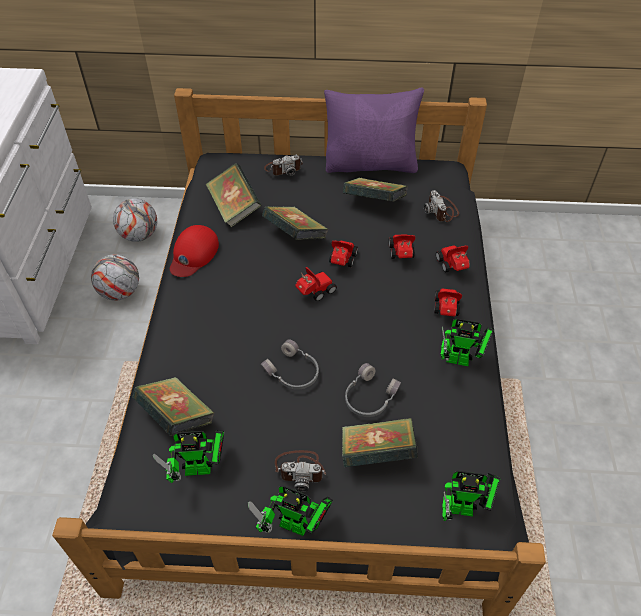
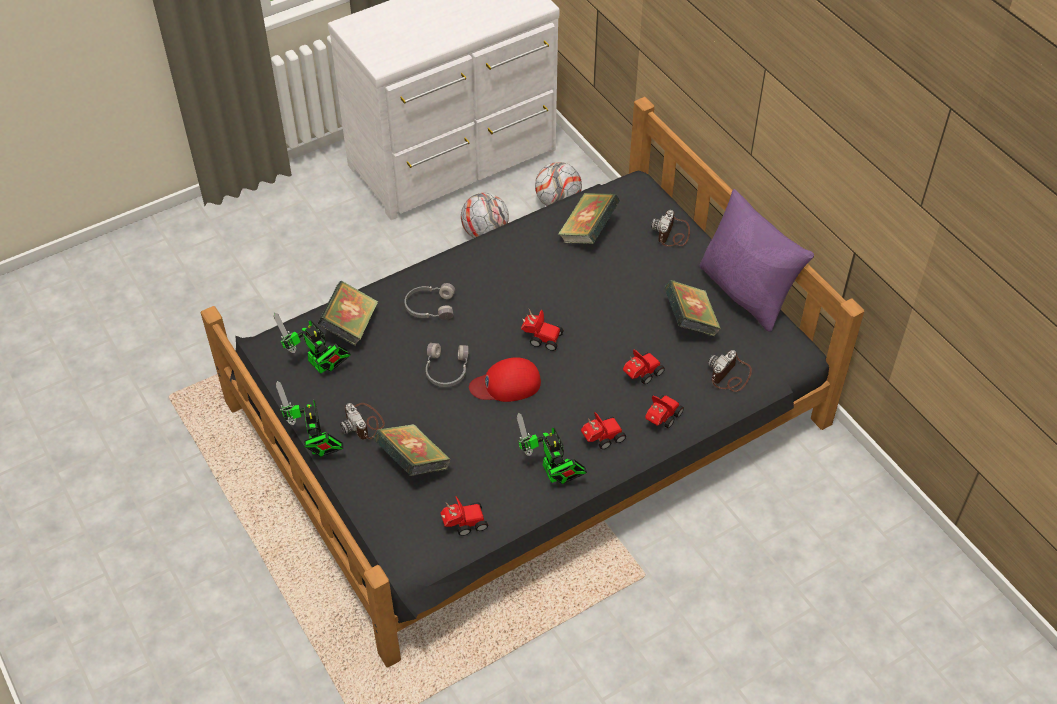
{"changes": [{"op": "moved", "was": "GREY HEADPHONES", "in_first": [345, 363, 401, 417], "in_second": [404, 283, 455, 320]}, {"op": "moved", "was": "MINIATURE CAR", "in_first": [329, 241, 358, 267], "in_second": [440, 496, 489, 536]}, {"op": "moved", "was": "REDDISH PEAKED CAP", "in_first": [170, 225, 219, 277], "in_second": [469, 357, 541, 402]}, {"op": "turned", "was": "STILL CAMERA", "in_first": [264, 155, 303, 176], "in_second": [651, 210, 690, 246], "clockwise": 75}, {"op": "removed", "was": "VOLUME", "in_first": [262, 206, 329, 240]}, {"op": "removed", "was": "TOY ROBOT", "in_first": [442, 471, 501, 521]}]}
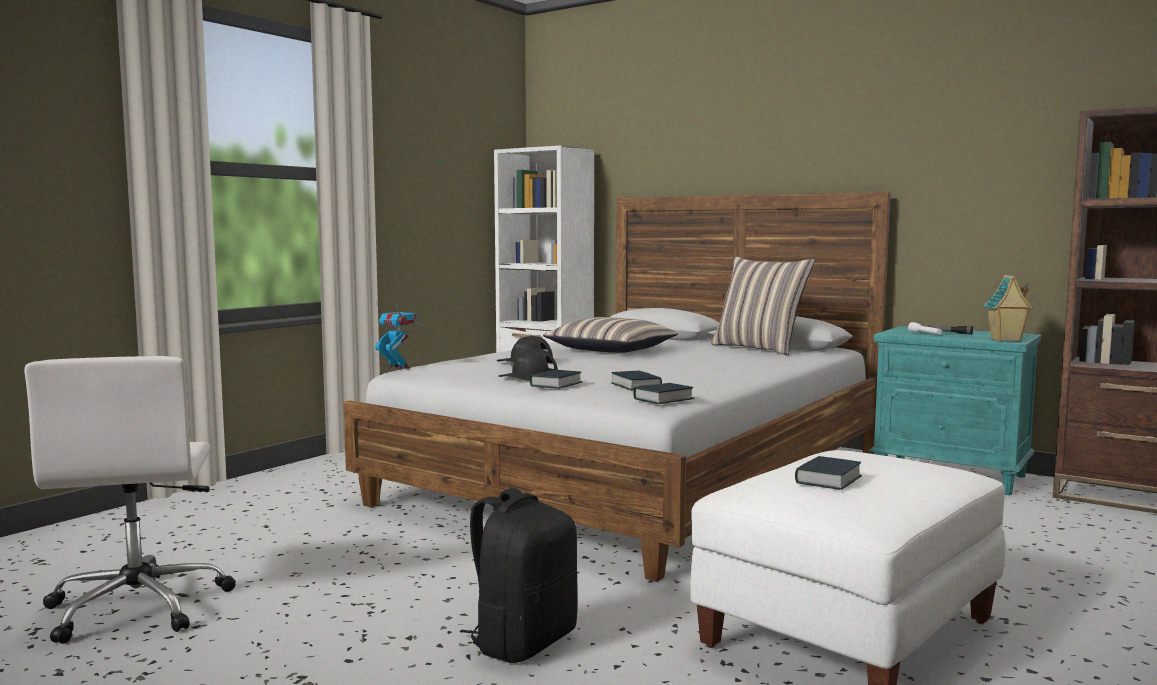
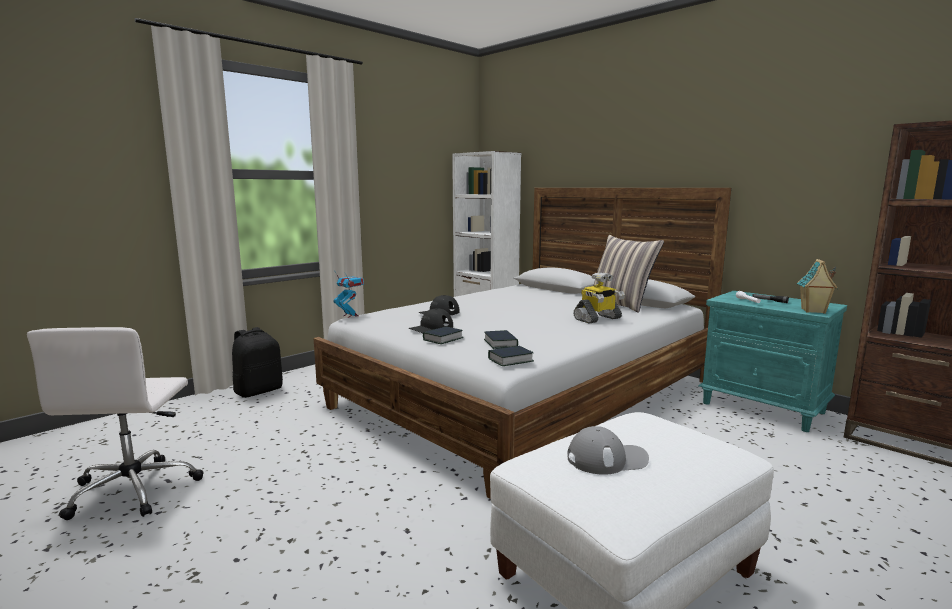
{"changes": [{"op": "moved", "was": "BLACKISH BACKPACK", "in_first": [460, 488, 578, 663], "in_second": [232, 327, 283, 398]}, {"op": "replaced", "was": "VOLUME", "now": "GREY PEAKED CAP", "in_first": [795, 456, 862, 490], "in_second": [567, 426, 649, 475]}, {"op": "added", "now": "TOY ROBOT", "in_second": [573, 272, 625, 323]}, {"op": "removed", "was": "THROW PILLOW", "in_first": [543, 317, 678, 353]}]}
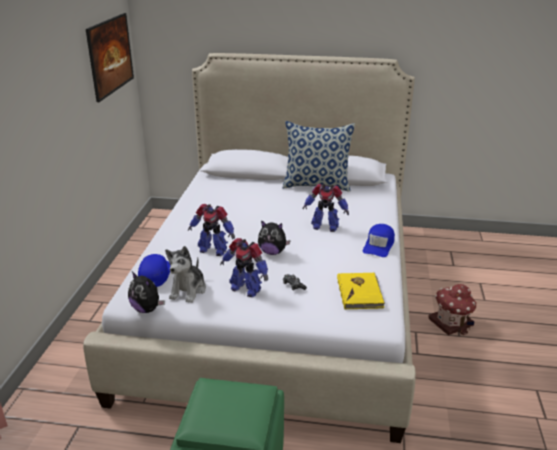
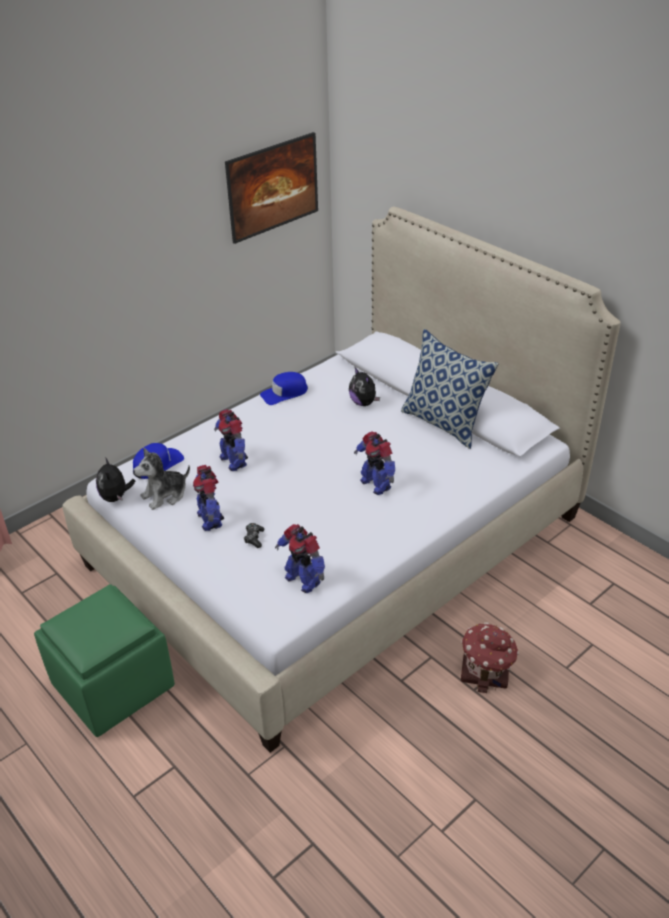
{"changes": [{"op": "moved", "was": "BLUE-COLOURED PEAKED CAP", "in_first": [363, 224, 395, 257], "in_second": [260, 372, 308, 405]}, {"op": "replaced", "was": "YELLOW VOLUME", "now": "TOY ROBOT", "in_first": [337, 272, 385, 309], "in_second": [275, 524, 325, 593]}, {"op": "moved", "was": "SOFT TOY", "in_first": [258, 220, 291, 255], "in_second": [349, 368, 380, 406]}]}
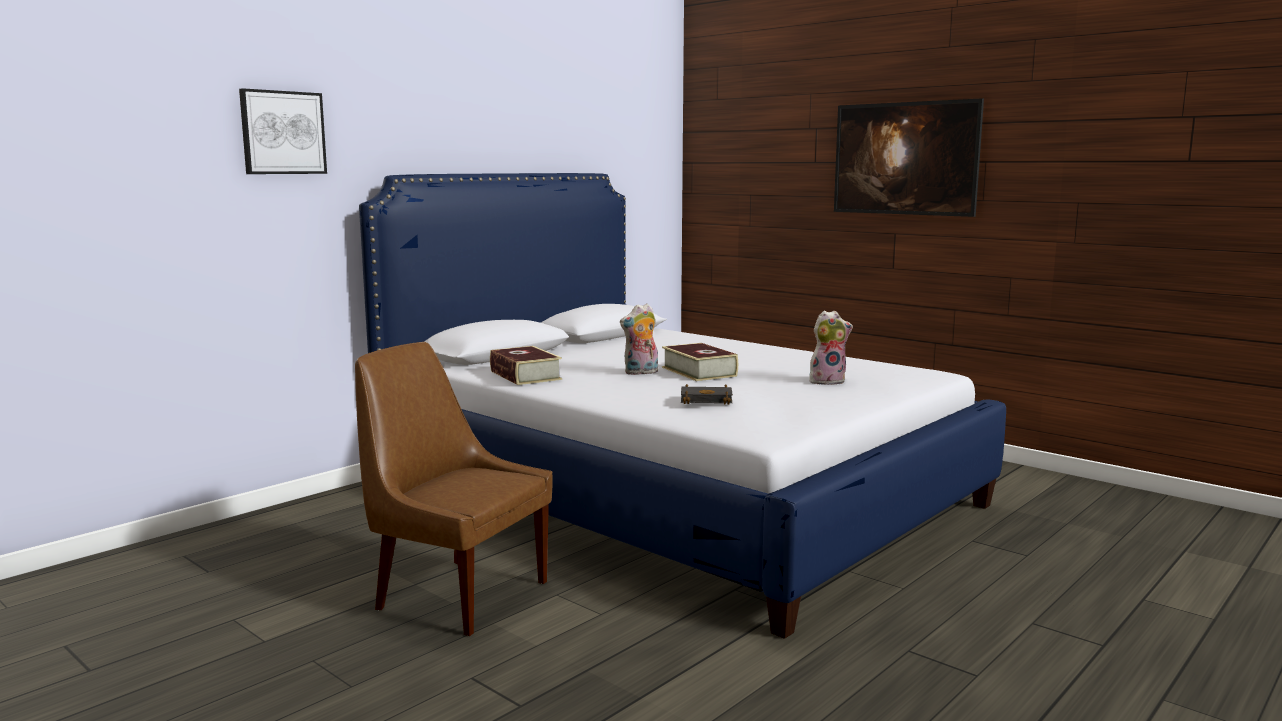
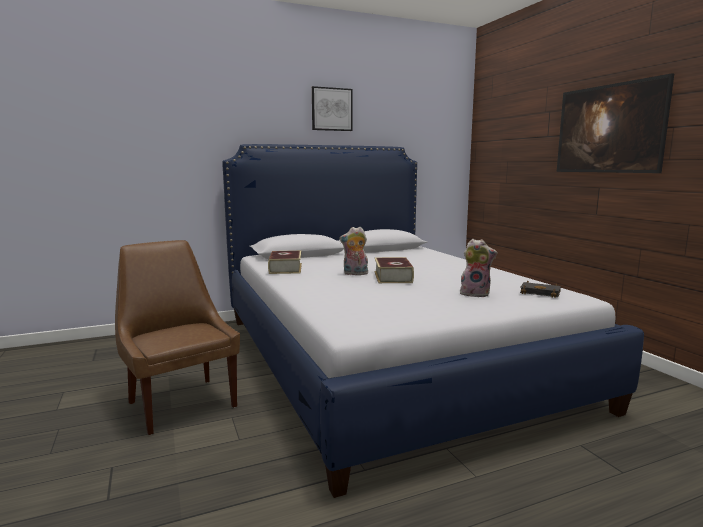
{"changes": [{"op": "moved", "was": "WALL PICTURE", "in_first": [239, 88, 327, 174], "in_second": [312, 86, 352, 131]}, {"op": "moved", "was": "BLACKISH VOLUME", "in_first": [681, 384, 733, 405], "in_second": [520, 281, 561, 298]}]}
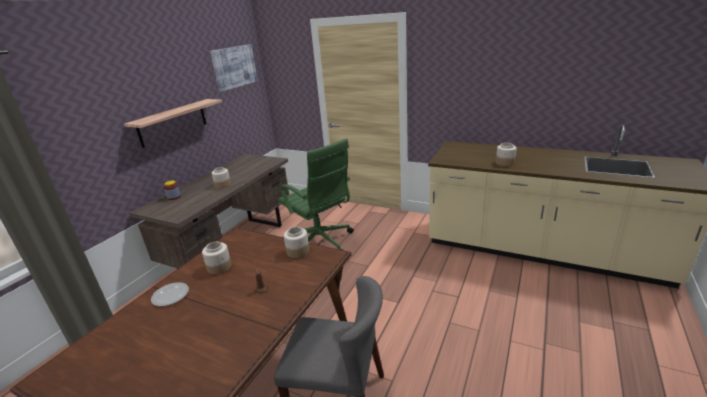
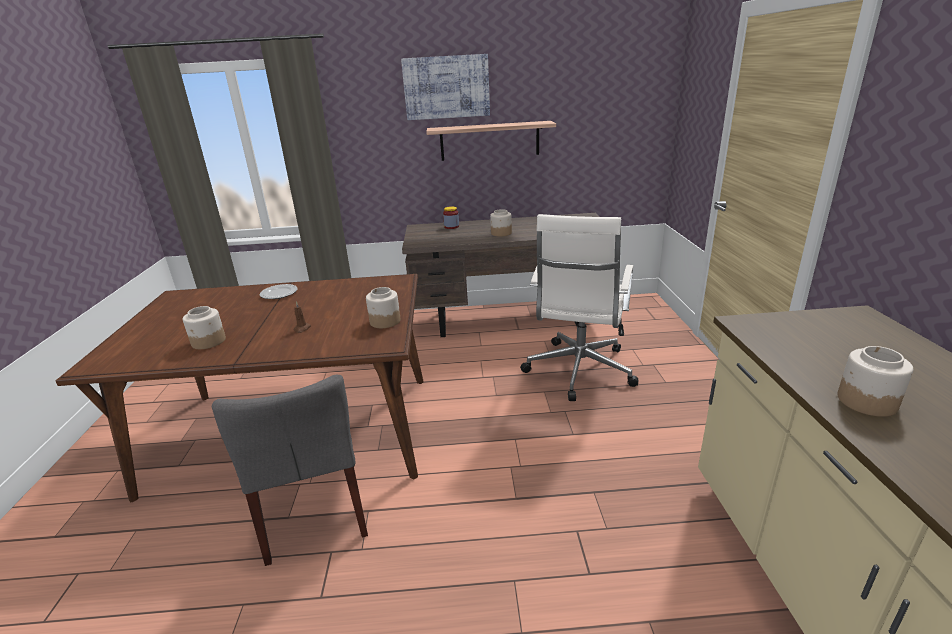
{"changes": [{"op": "moved", "was": "JAR", "in_first": [202, 242, 232, 275], "in_second": [183, 306, 226, 349]}, {"op": "moved", "was": "WALL PICTURE", "in_first": [210, 44, 257, 92], "in_second": [401, 54, 490, 120]}, {"op": "recoloured", "was": "GREEN-COLOURED DESK CHAIR", "now": "WHITE-COLOURED DESK CHAIR", "in_first": [278, 139, 354, 250], "in_second": [520, 214, 638, 401]}]}
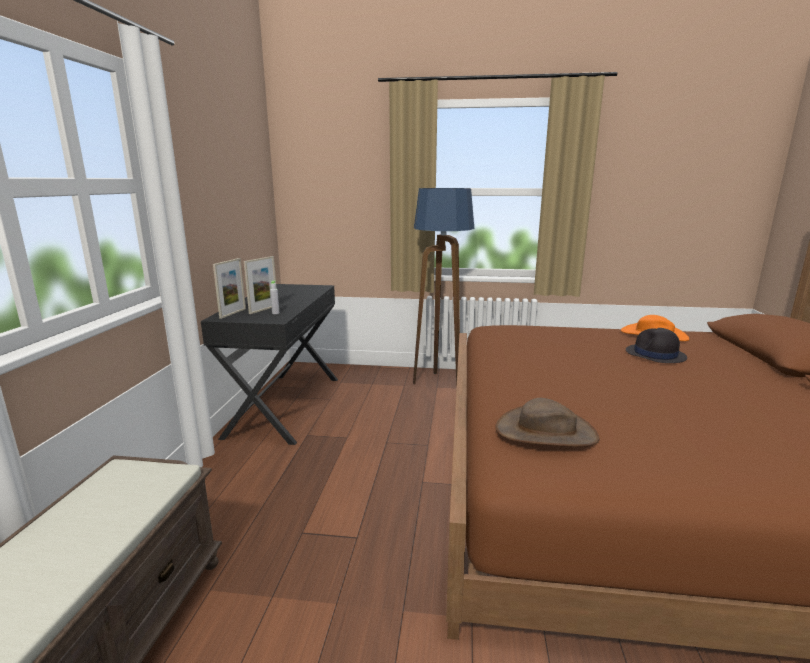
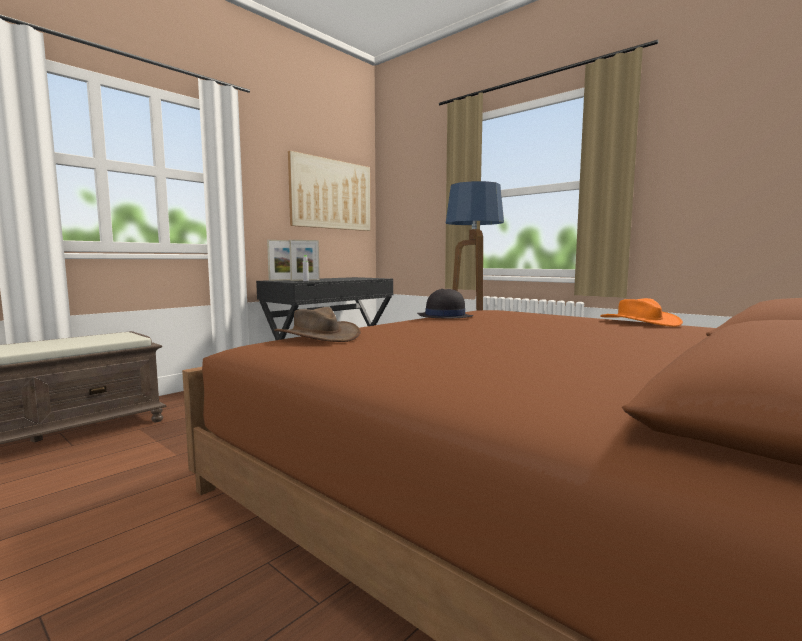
{"changes": [{"op": "added", "now": "WALL PICTURE", "in_second": [288, 151, 371, 231]}, {"op": "moved", "was": "BLACKISH WEARABLE HAT", "in_first": [626, 328, 687, 363], "in_second": [417, 289, 473, 318]}]}
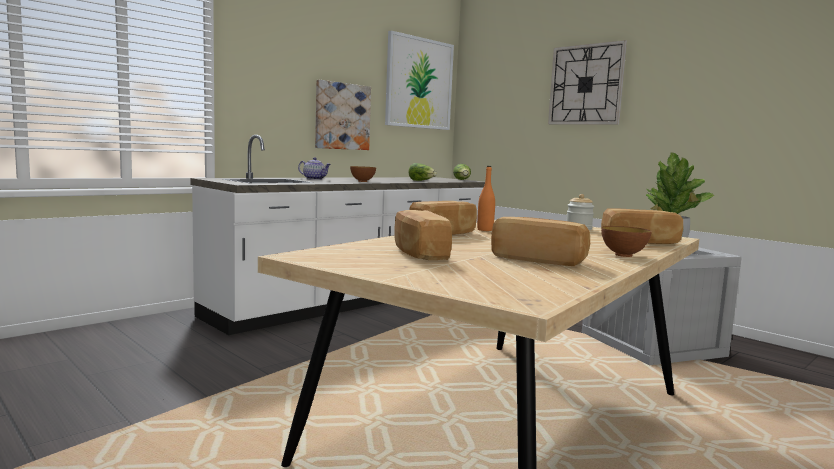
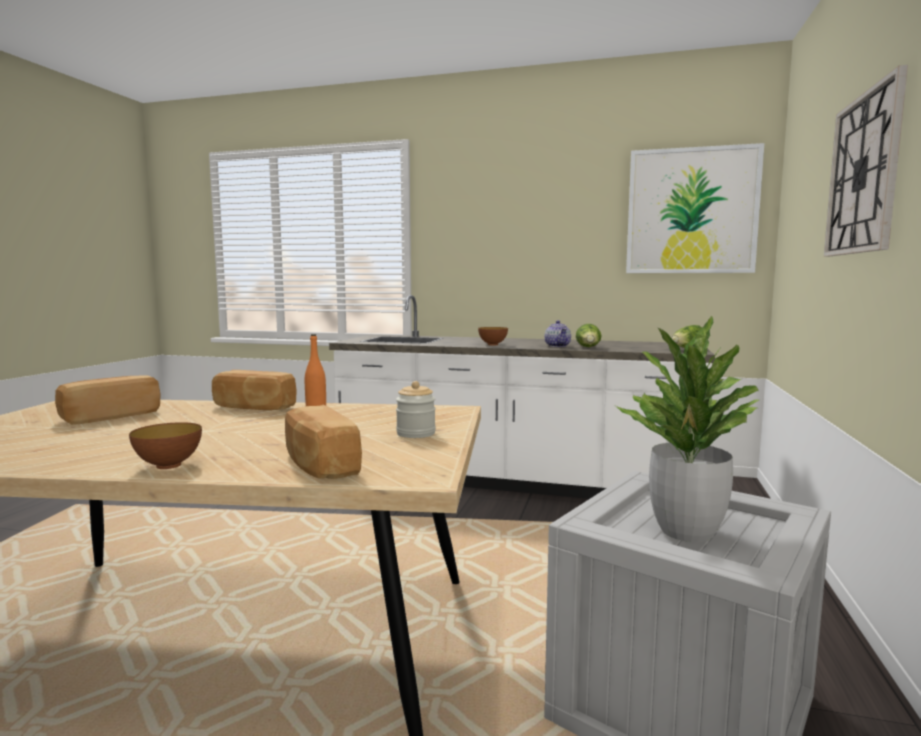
{"changes": [{"op": "moved", "was": "TEA POT", "in_first": [298, 157, 331, 180], "in_second": [545, 320, 571, 347]}, {"op": "removed", "was": "WALL PICTURE", "in_first": [315, 80, 371, 150]}, {"op": "removed", "was": "BAKERY BREAD", "in_first": [491, 217, 590, 266]}]}
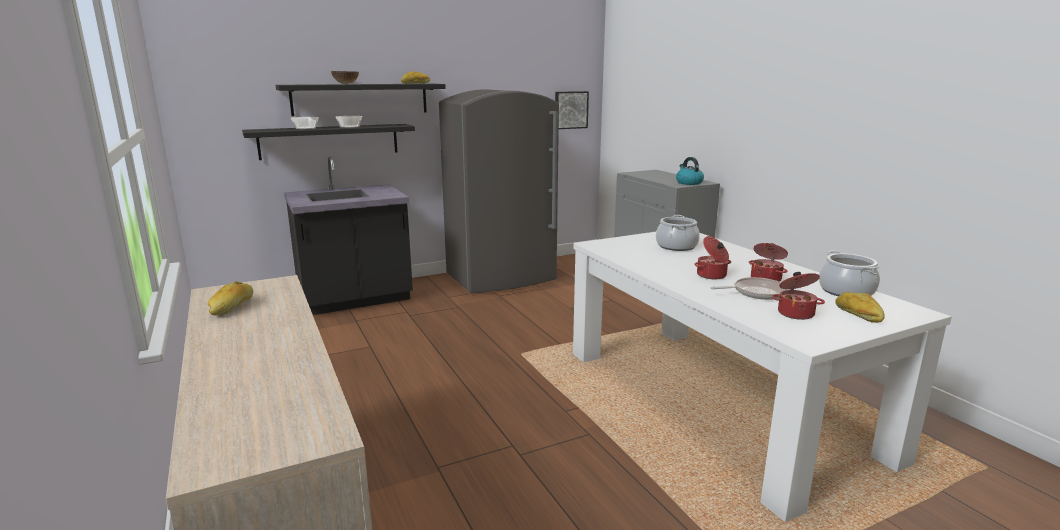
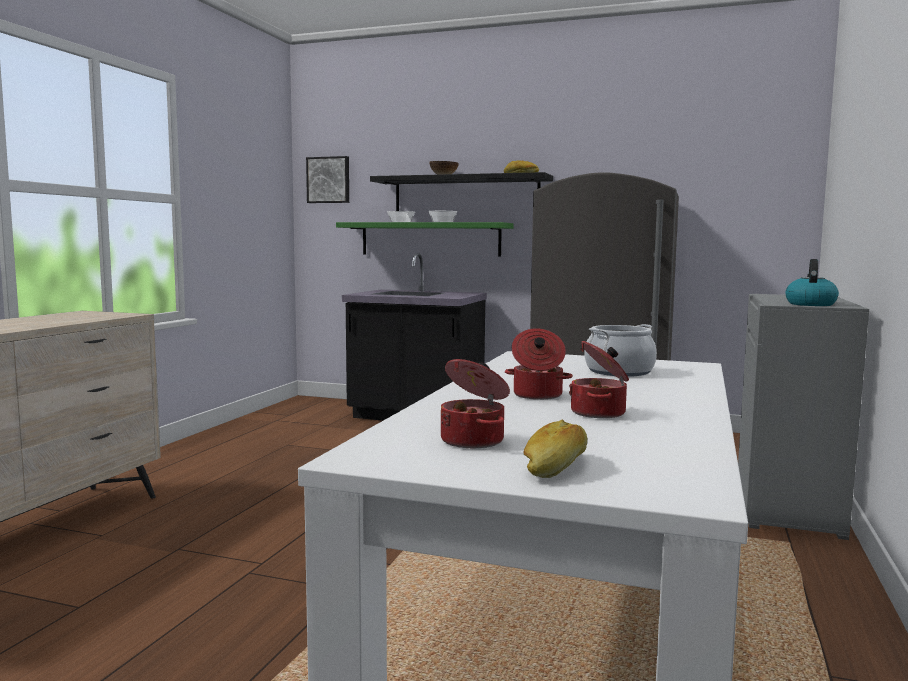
{"changes": [{"op": "moved", "was": "WALL PICTURE", "in_first": [555, 91, 589, 129], "in_second": [306, 156, 349, 203]}, {"op": "recoloured", "was": "BLACKISH WALL SHELF", "now": "GREEN-COLOURED WALL SHELF", "in_first": [242, 124, 415, 160], "in_second": [336, 222, 514, 257]}, {"op": "removed", "was": "BAKERY BREAD", "in_first": [208, 281, 253, 315]}, {"op": "removed", "was": "PAN", "in_first": [711, 277, 789, 300]}, {"op": "removed", "was": "COOKING POT", "in_first": [819, 251, 880, 296]}]}
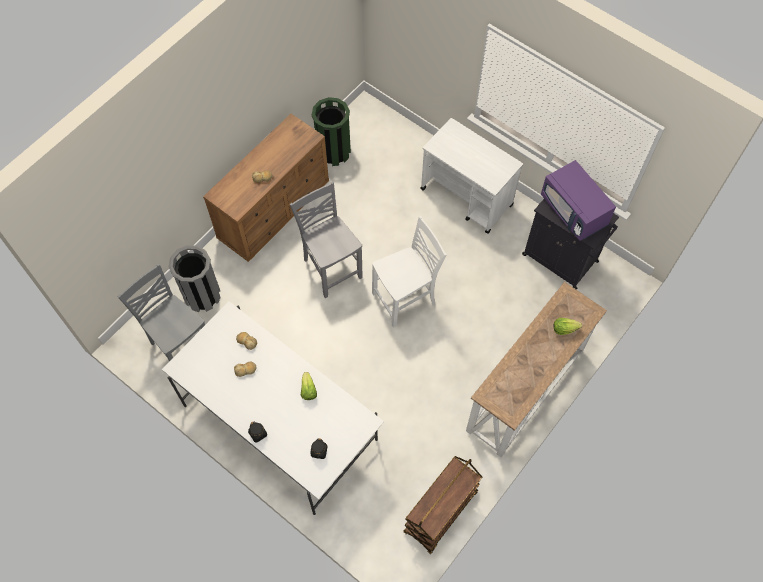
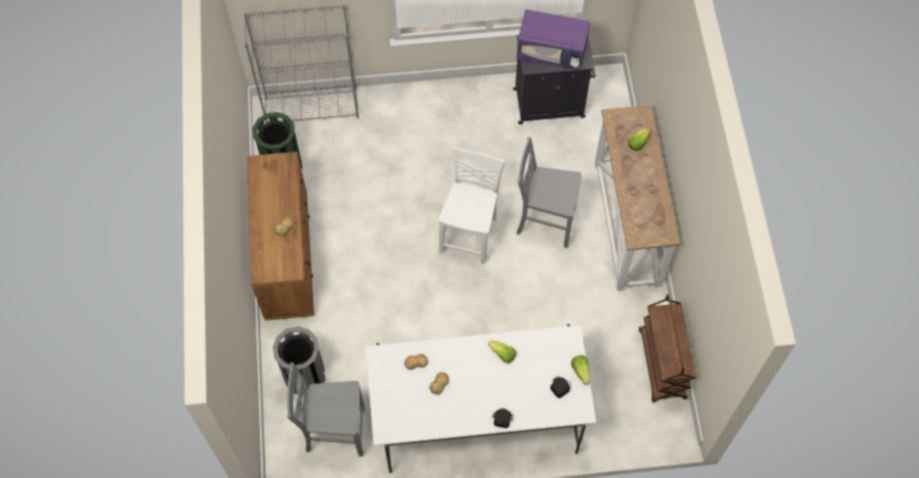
{"changes": [{"op": "added", "now": "GREY BOOKSHELF", "in_second": [244, 5, 359, 123]}, {"op": "moved", "was": "GREY PLAIN CHAIR", "in_first": [290, 182, 362, 298], "in_second": [517, 137, 581, 248]}, {"op": "added", "now": "LETTUCE HEAD", "in_second": [571, 355, 590, 385]}, {"op": "removed", "was": "WHITE-COLOURED WHEELED CART", "in_first": [420, 118, 523, 234]}]}
